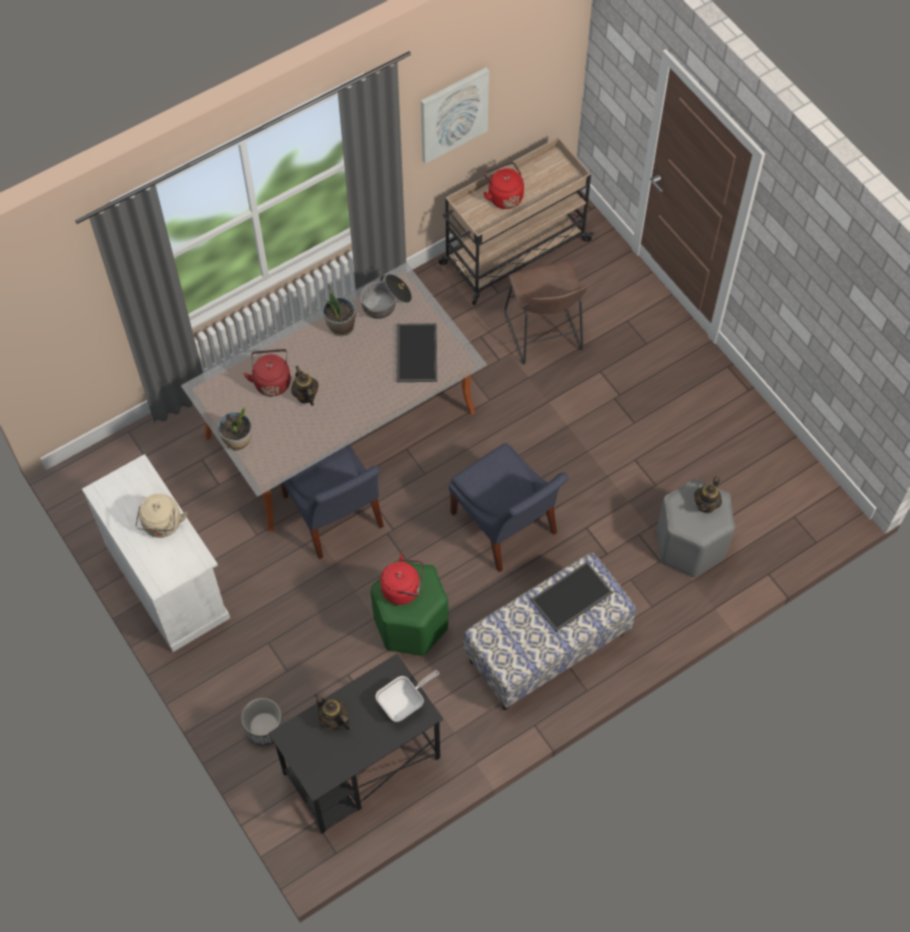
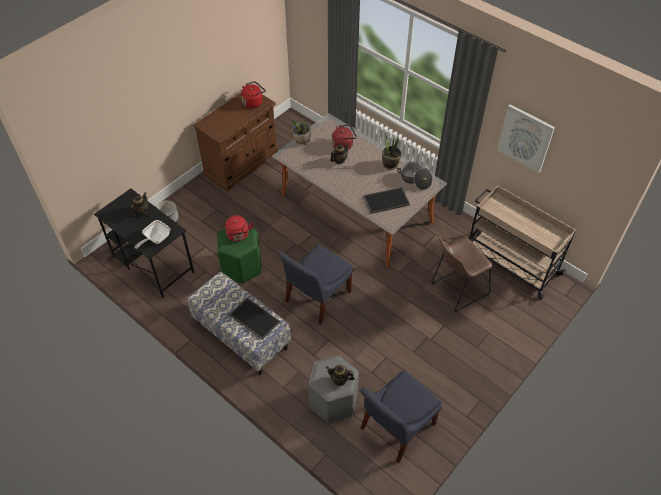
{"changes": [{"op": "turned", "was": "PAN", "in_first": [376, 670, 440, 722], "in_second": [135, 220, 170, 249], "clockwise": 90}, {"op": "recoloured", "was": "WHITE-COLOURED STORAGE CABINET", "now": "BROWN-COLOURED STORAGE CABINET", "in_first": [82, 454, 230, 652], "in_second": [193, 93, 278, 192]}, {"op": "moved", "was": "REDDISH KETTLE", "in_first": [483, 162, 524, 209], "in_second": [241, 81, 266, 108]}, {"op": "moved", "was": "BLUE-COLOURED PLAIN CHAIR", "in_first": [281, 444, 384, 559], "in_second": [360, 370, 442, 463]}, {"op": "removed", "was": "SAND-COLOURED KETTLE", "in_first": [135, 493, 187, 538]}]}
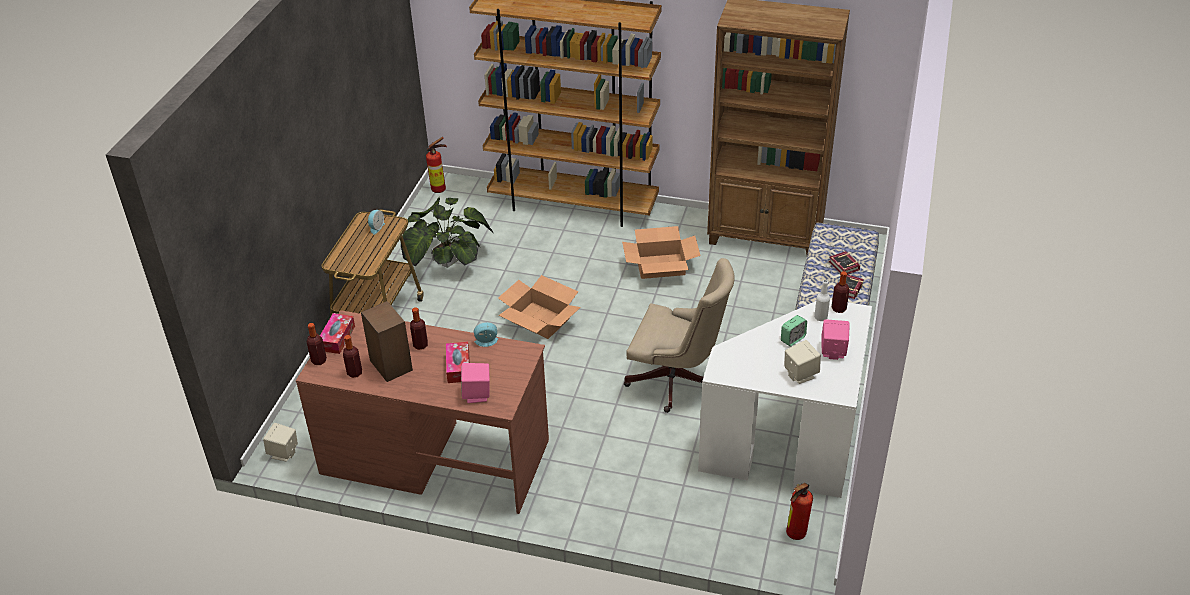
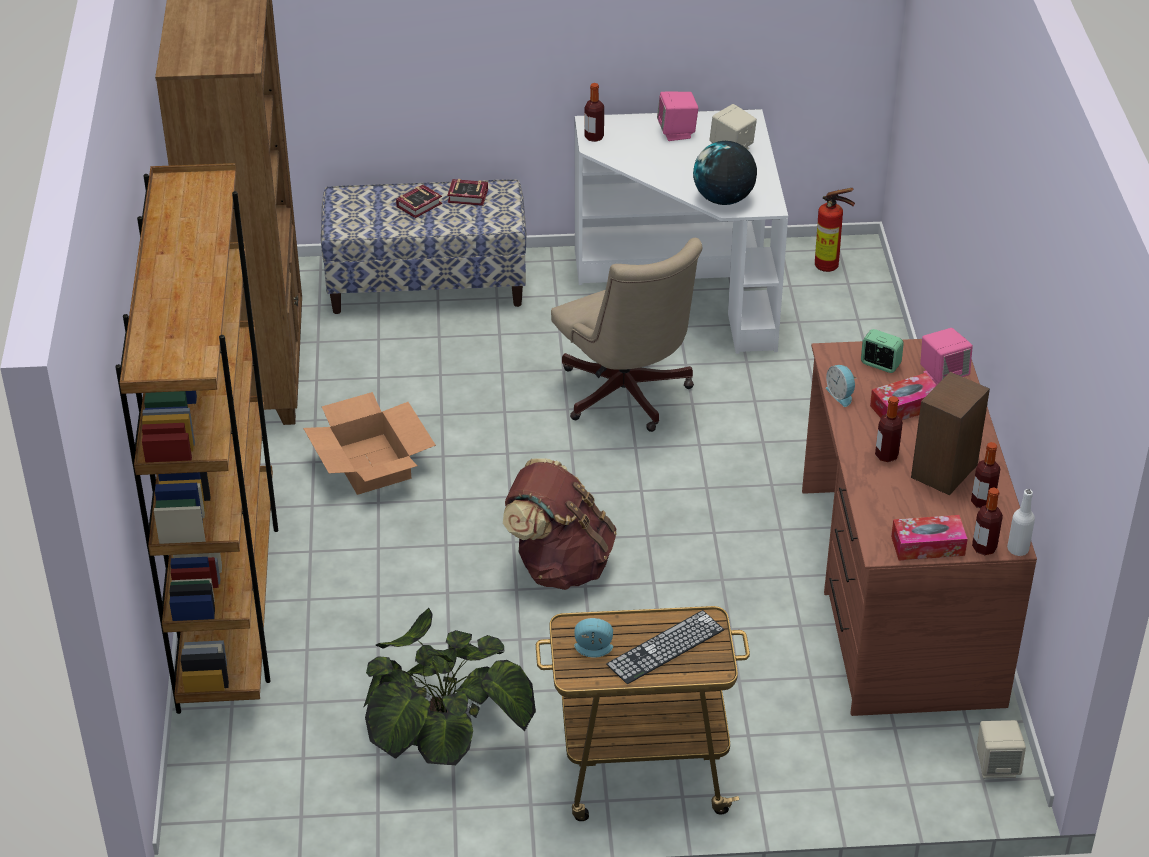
{"changes": [{"op": "replaced", "was": "CARTON", "now": "BROWN-COLOURED BACKPACK", "in_first": [498, 275, 581, 339], "in_second": [503, 458, 616, 590]}, {"op": "turned", "was": "SAND-COLOURED DESK CHAIR", "in_first": [624, 258, 735, 413], "in_second": [551, 238, 702, 432], "clockwise": 150}, {"op": "added", "now": "KEYBOARD", "in_second": [606, 610, 724, 684]}, {"op": "added", "now": "WORLD GLOBE", "in_second": [693, 141, 757, 205]}, {"op": "moved", "was": "BEDSIDE CLOCK", "in_first": [781, 315, 807, 347], "in_second": [861, 329, 904, 373]}, {"op": "moved", "was": "WHITE-COLOURED BEVERAGE BOTTLE", "in_first": [814, 280, 830, 321], "in_second": [1007, 489, 1035, 556]}, {"op": "removed", "was": "EXTINGUISHER", "in_first": [426, 137, 447, 193]}]}
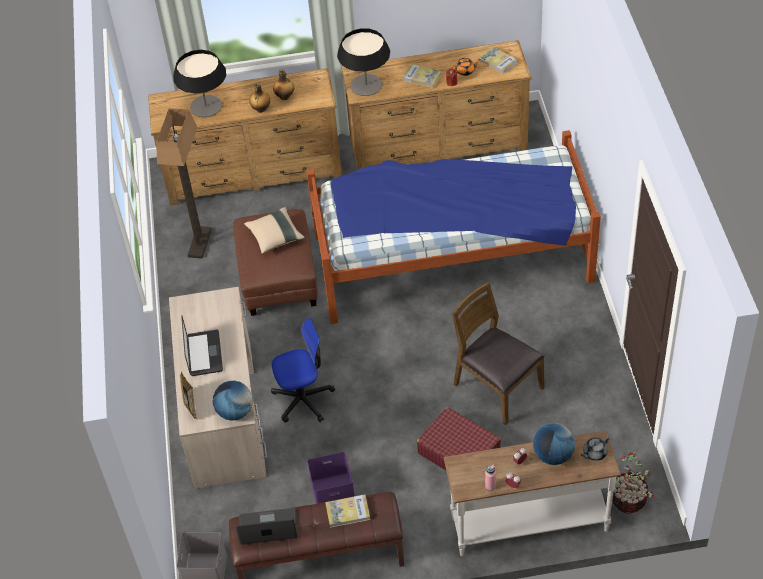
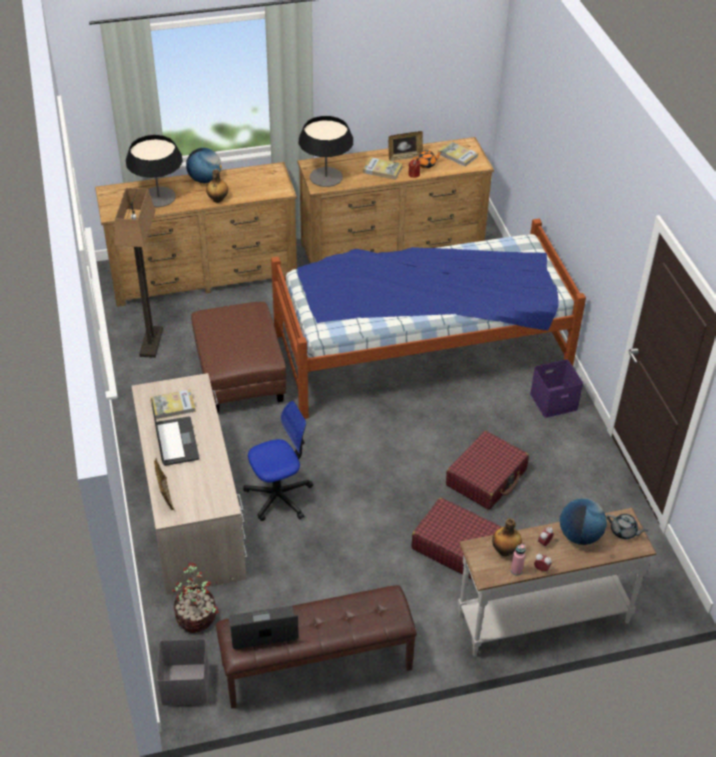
{"changes": [{"op": "moved", "was": "VOLUME", "in_first": [325, 494, 370, 528], "in_second": [150, 389, 196, 420]}, {"op": "moved", "was": "HOUSEPLANT", "in_first": [612, 452, 654, 514], "in_second": [172, 562, 219, 633]}, {"op": "moved", "was": "WORLD GLOBE", "in_first": [213, 381, 253, 421], "in_second": [186, 148, 222, 183]}, {"op": "added", "now": "PICTURE FRAME", "in_second": [388, 131, 423, 161]}, {"op": "replaced", "was": "BROWN-COLOURED PLAIN CHAIR", "now": "REDDISH PIECE OF LUGGAGE", "in_first": [452, 282, 544, 425], "in_second": [446, 431, 529, 510]}, {"op": "moved", "was": "BEVERAGE BOTTLE", "in_first": [273, 70, 294, 100], "in_second": [492, 518, 522, 556]}, {"op": "moved", "was": "PURPLE-COLOURED STORAGE BIN", "in_first": [307, 452, 355, 504], "in_second": [530, 359, 583, 418]}, {"op": "turned", "was": "GREY TEA POT", "in_first": [581, 436, 610, 461], "in_second": [607, 514, 648, 539], "clockwise": -105}, {"op": "removed", "was": "SAND-COLOURED THROW PILLOW", "in_first": [244, 207, 305, 254]}]}
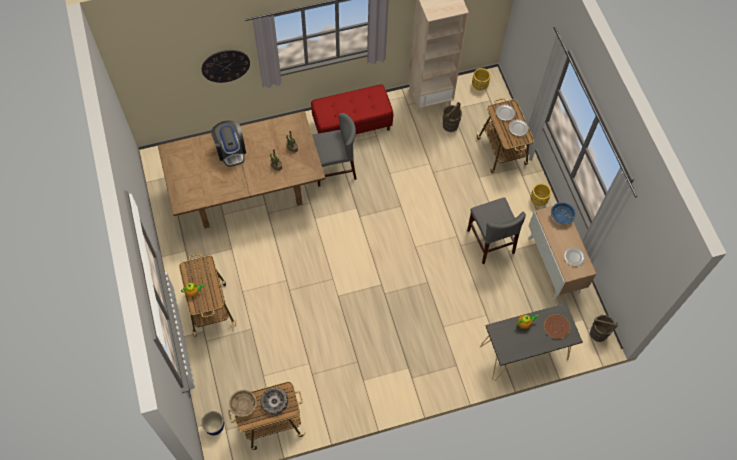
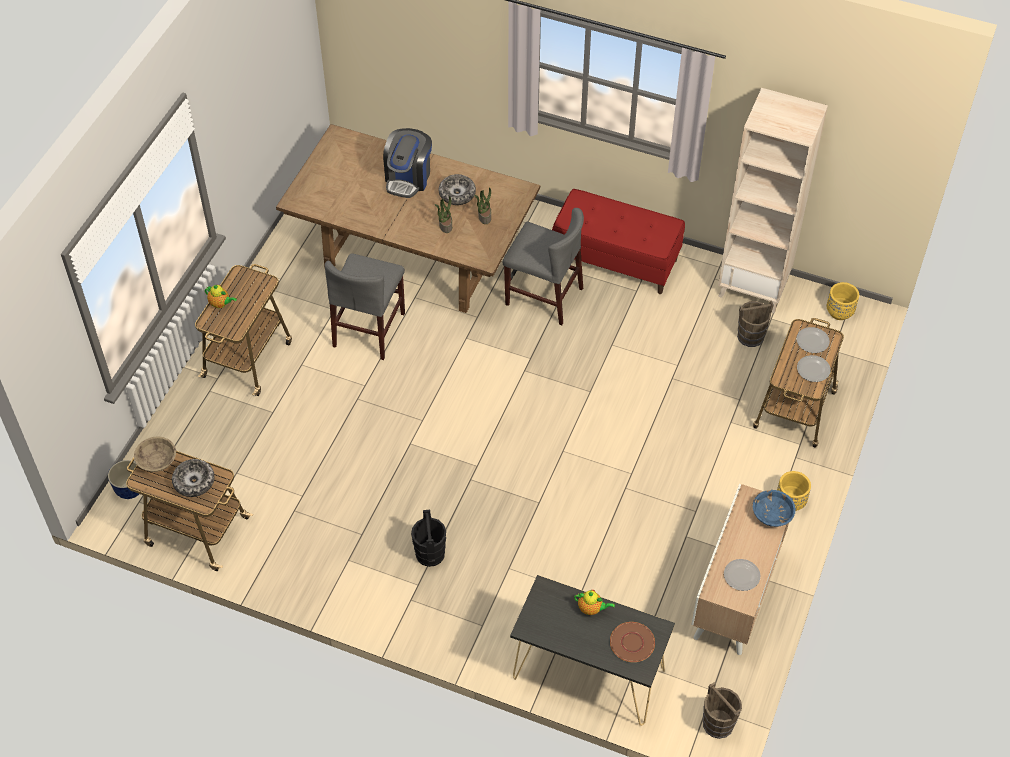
{"changes": [{"op": "moved", "was": "GREY PLAIN CHAIR", "in_first": [467, 197, 526, 264], "in_second": [325, 253, 405, 360]}, {"op": "added", "now": "BLACKISH WATER BUCKET", "in_second": [411, 510, 446, 567]}, {"op": "added", "now": "SERVING BOWL", "in_second": [439, 174, 476, 205]}, {"op": "removed", "was": "WALL CLOCK", "in_first": [202, 50, 250, 83]}]}
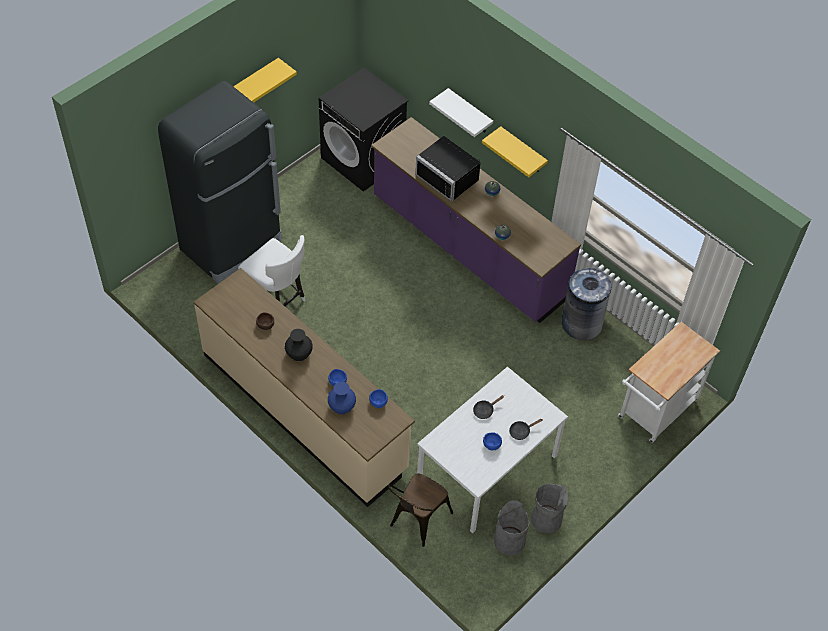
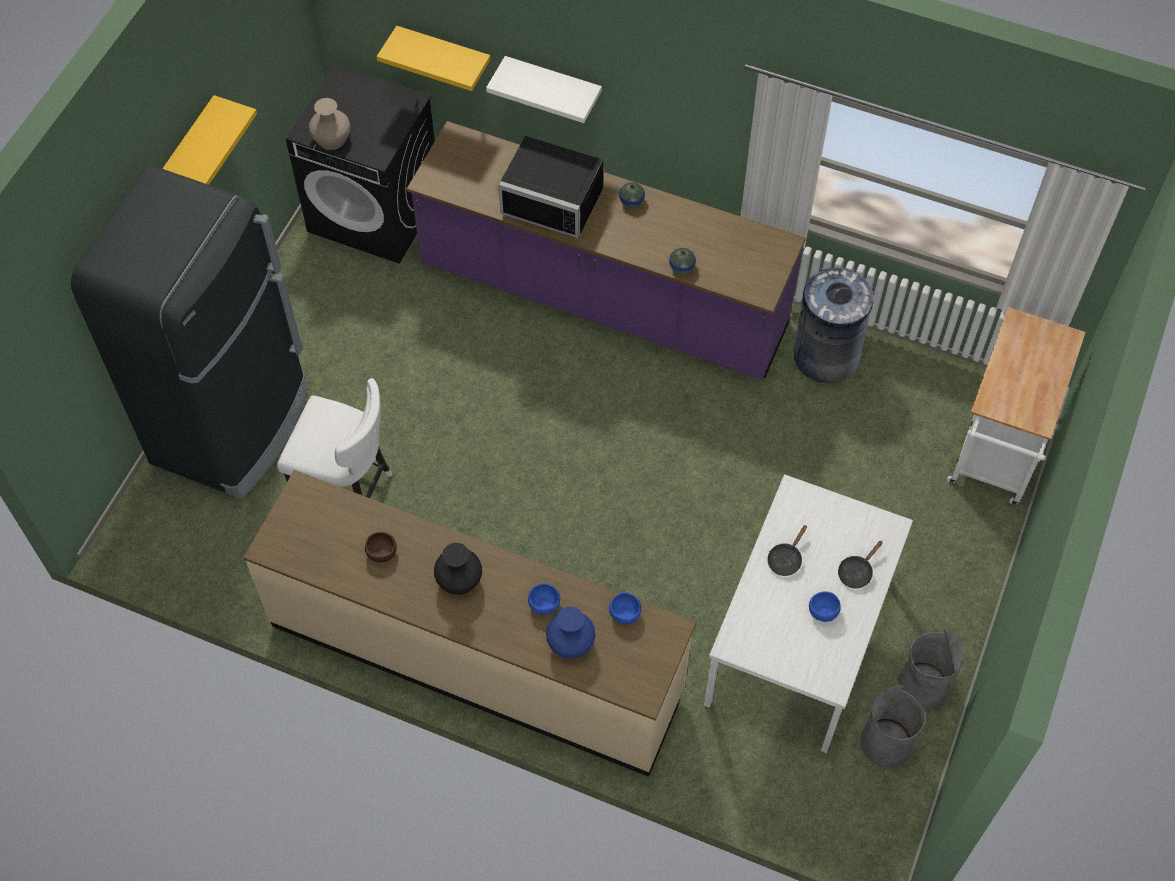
{"changes": [{"op": "added", "now": "SAND-COLOURED FLOWER VASE", "in_second": [309, 98, 350, 150]}, {"op": "moved", "was": "YELLOW WALL SHELF", "in_first": [482, 126, 548, 177], "in_second": [377, 26, 491, 91]}, {"op": "removed", "was": "BROWN-COLOURED PLAIN CHAIR", "in_first": [388, 473, 453, 547]}]}
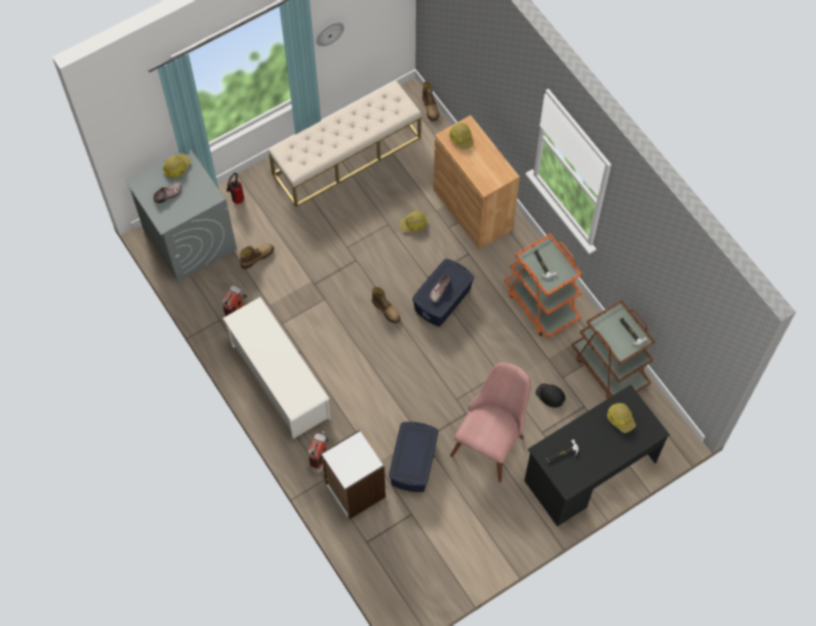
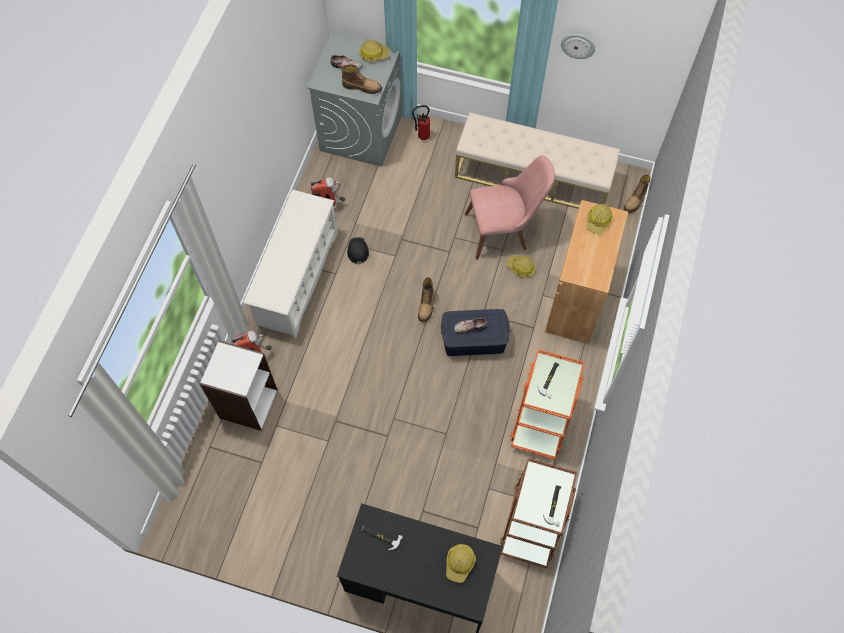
{"changes": [{"op": "moved", "was": "HIGH-TOP BOOT", "in_first": [240, 244, 274, 269], "in_second": [341, 64, 382, 94]}, {"op": "moved", "was": "BLACKISH HARD HAT", "in_first": [535, 383, 567, 408], "in_second": [347, 237, 369, 265]}, {"op": "moved", "was": "PINK PLAIN CHAIR", "in_first": [450, 363, 531, 482], "in_second": [465, 155, 555, 260]}, {"op": "removed", "was": "BLUE-COLOURED STORAGE BIN", "in_first": [389, 422, 438, 492]}]}
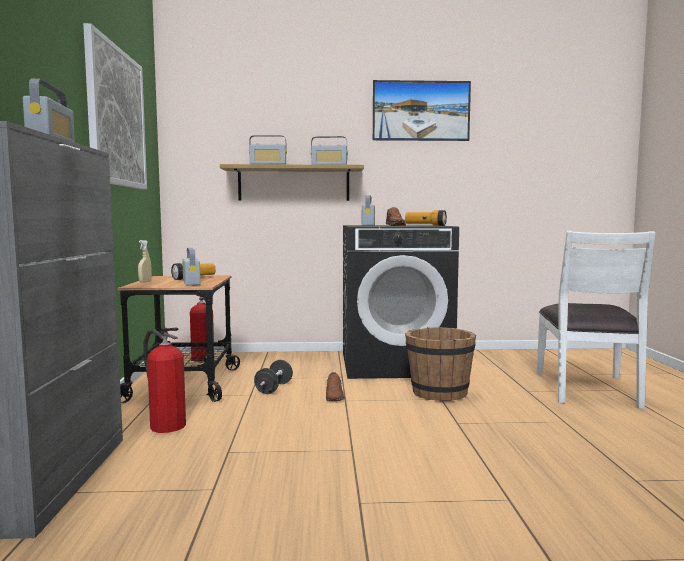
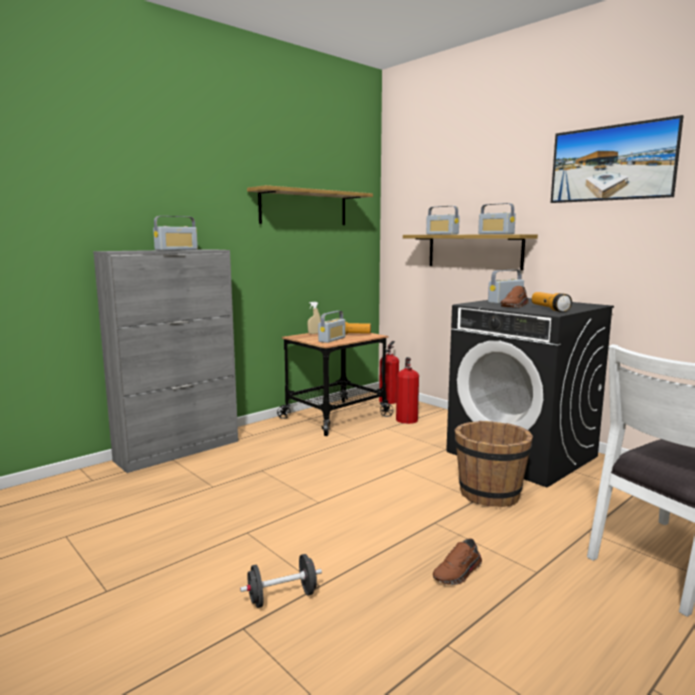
{"changes": [{"op": "moved", "was": "BLACKISH HAND WEIGHT", "in_first": [254, 360, 293, 394], "in_second": [240, 554, 322, 608]}, {"op": "replaced", "was": "WALL PICTURE", "now": "WALL SHELF", "in_first": [83, 23, 147, 189], "in_second": [247, 185, 373, 225]}, {"op": "moved", "was": "EXTINGUISHER", "in_first": [143, 328, 186, 433], "in_second": [396, 357, 419, 424]}, {"op": "moved", "was": "BROWN-COLOURED LOW SHOE", "in_first": [326, 372, 345, 401], "in_second": [433, 538, 482, 585]}]}
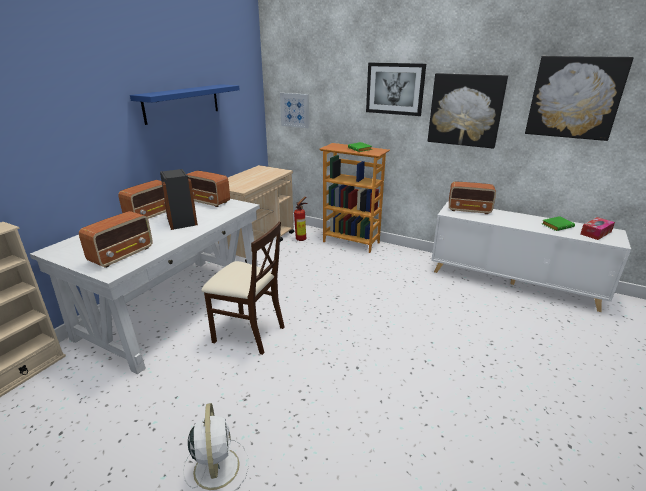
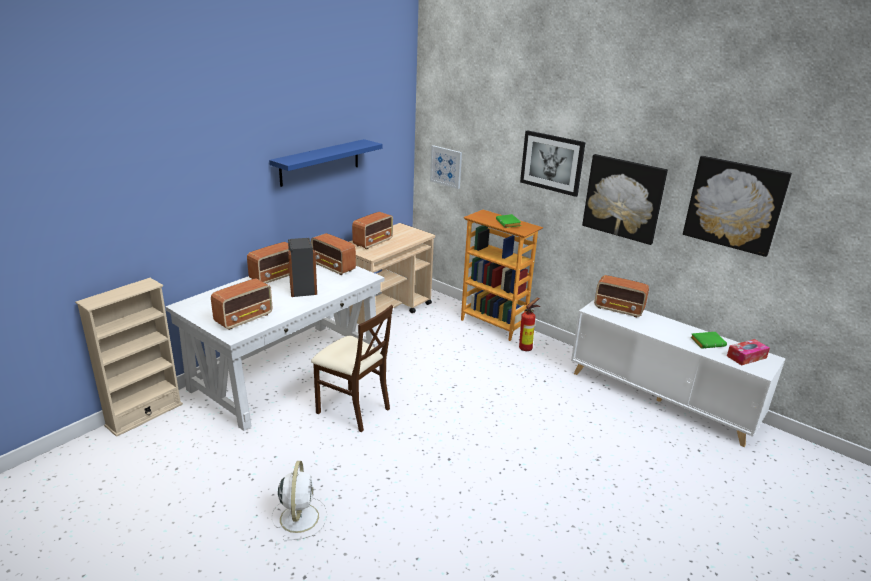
{"changes": [{"op": "added", "now": "RADIO SET", "in_second": [352, 212, 393, 249]}, {"op": "moved", "was": "EXTINGUISHER", "in_first": [294, 197, 308, 241], "in_second": [519, 298, 540, 351]}]}
